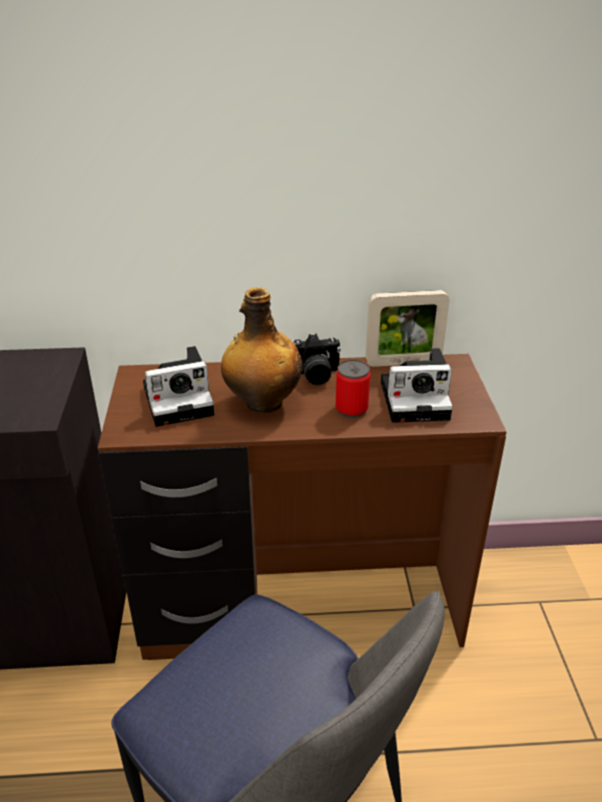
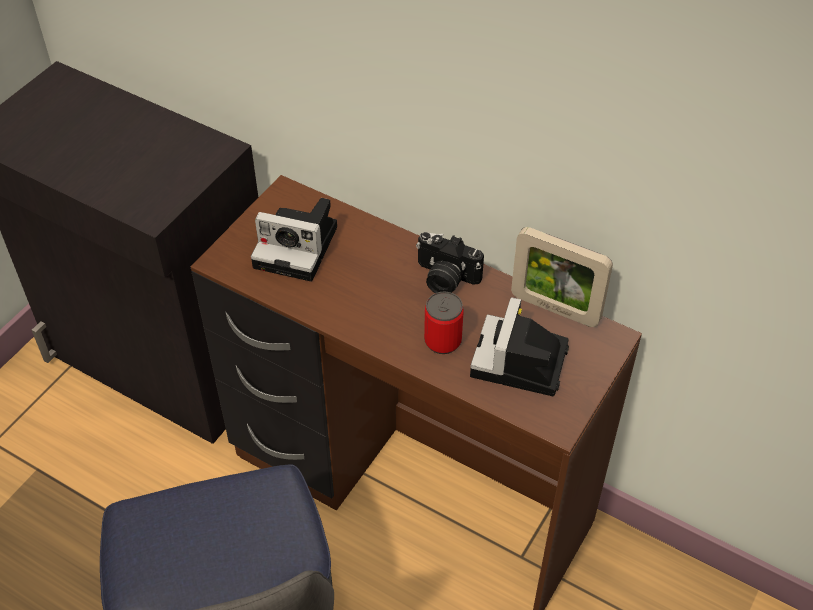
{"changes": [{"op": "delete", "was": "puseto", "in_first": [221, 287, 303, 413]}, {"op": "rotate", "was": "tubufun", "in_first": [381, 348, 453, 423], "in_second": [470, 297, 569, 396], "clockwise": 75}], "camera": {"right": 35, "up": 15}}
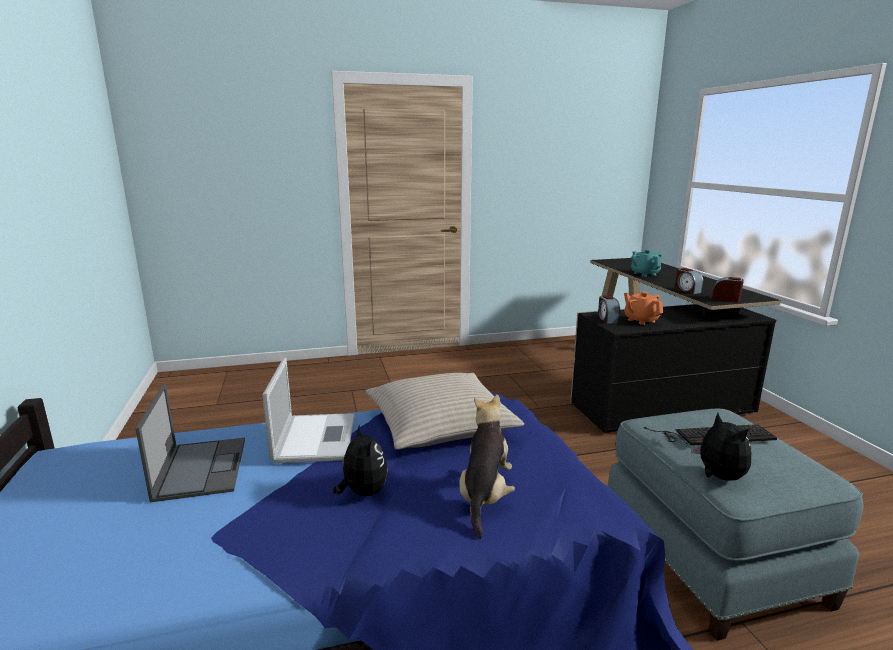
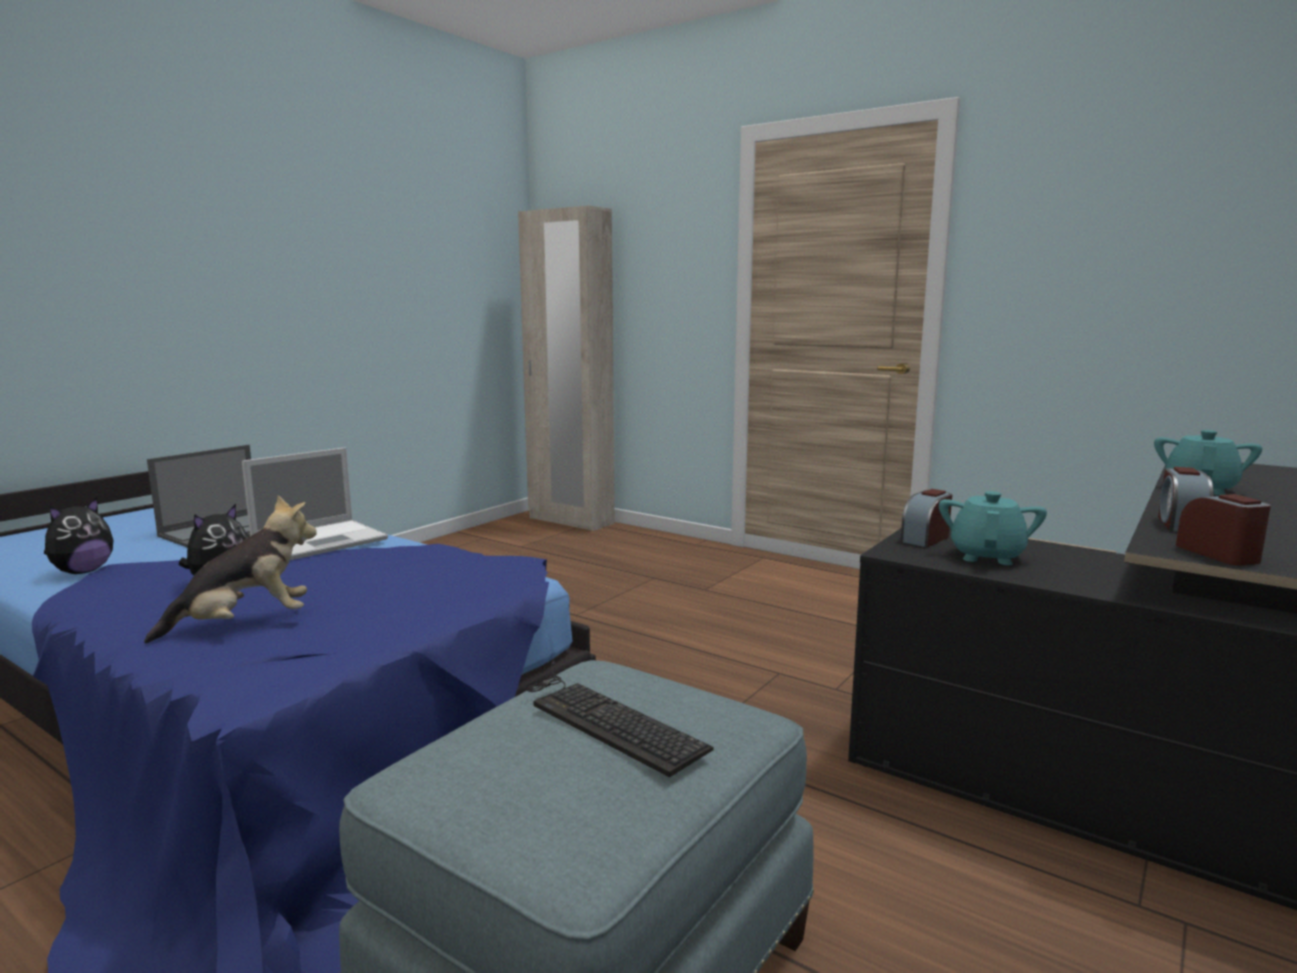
{"changes": [{"op": "recolor", "was": "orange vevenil", "now": "turquoise vevenil", "in_first": [624, 292, 663, 325], "in_second": [939, 491, 1047, 565]}, {"op": "delete", "was": "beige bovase", "in_first": [365, 373, 524, 450]}, {"op": "move", "was": "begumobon", "in_first": [691, 413, 751, 480], "in_second": [44, 497, 113, 574]}, {"op": "insert", "now": "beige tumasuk", "in_second": [518, 206, 615, 531]}], "camera": {"right": 50, "up": -5}}
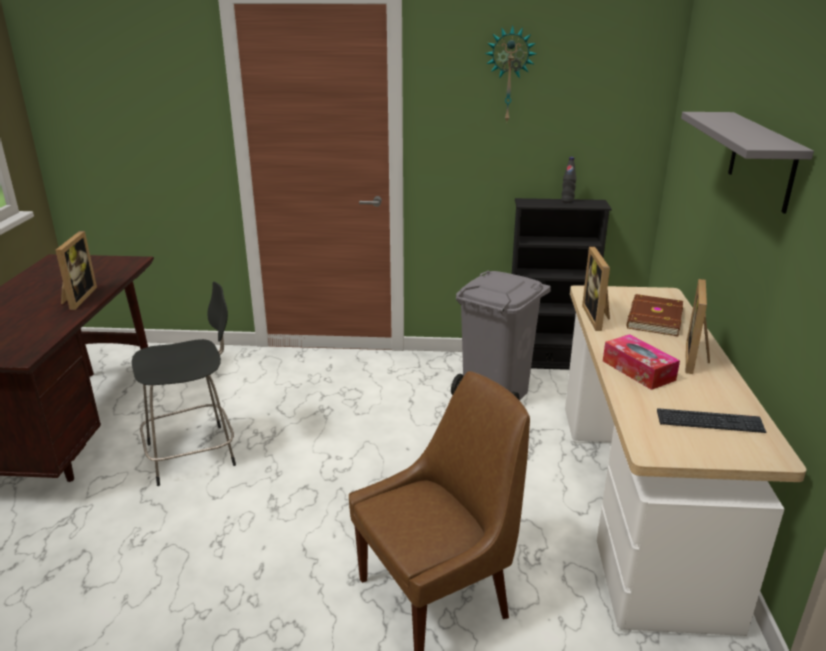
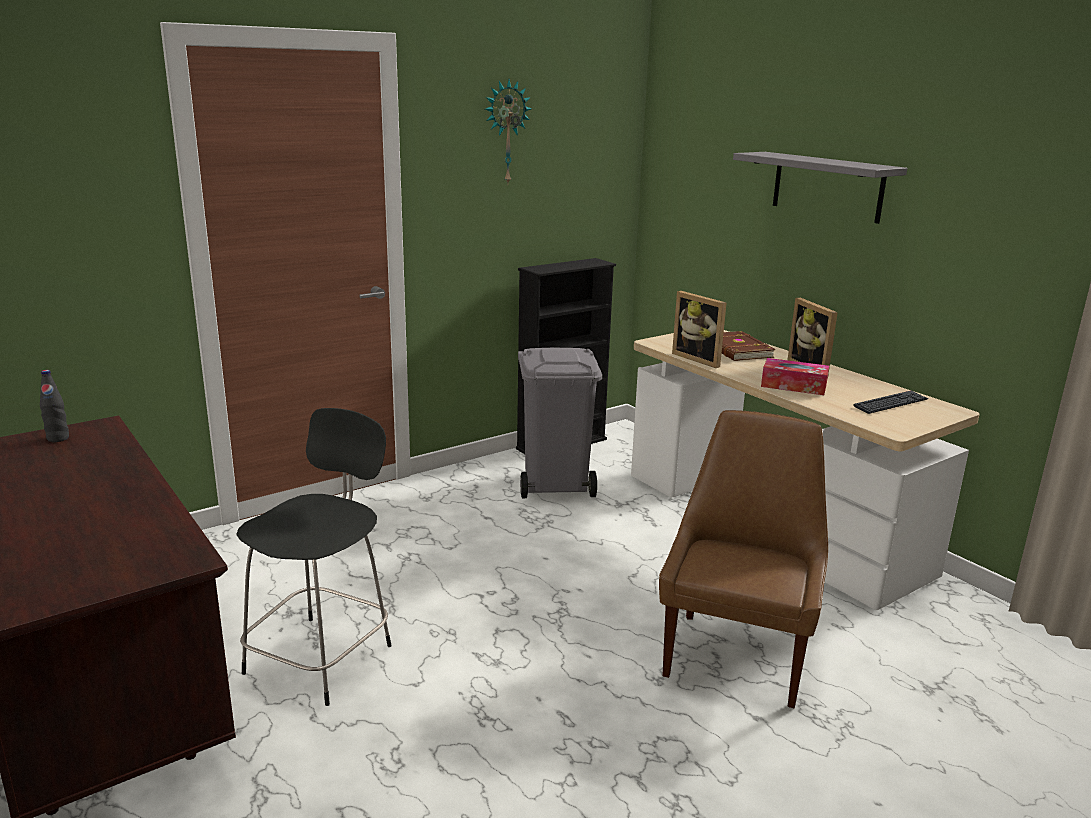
{"changes": [{"op": "move", "was": "black puseto", "in_first": [561, 157, 576, 203], "in_second": [40, 370, 69, 442]}, {"op": "delete", "was": "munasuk", "in_first": [56, 231, 97, 310]}], "camera": {"right": -40, "up": -5}}
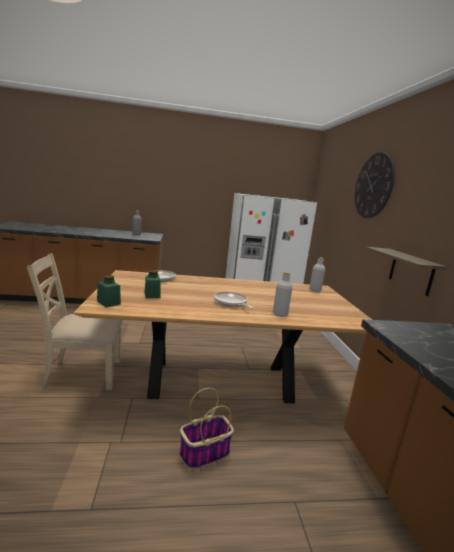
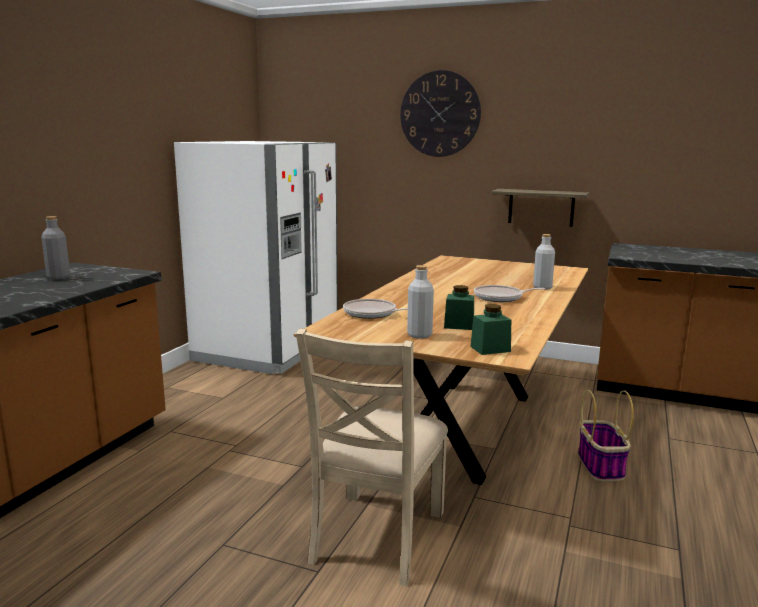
{"changes": [{"op": "move", "was": "grey puseto", "in_first": [309, 257, 325, 292], "in_second": [407, 265, 434, 339]}], "camera": {"right": -60, "up": 0}}
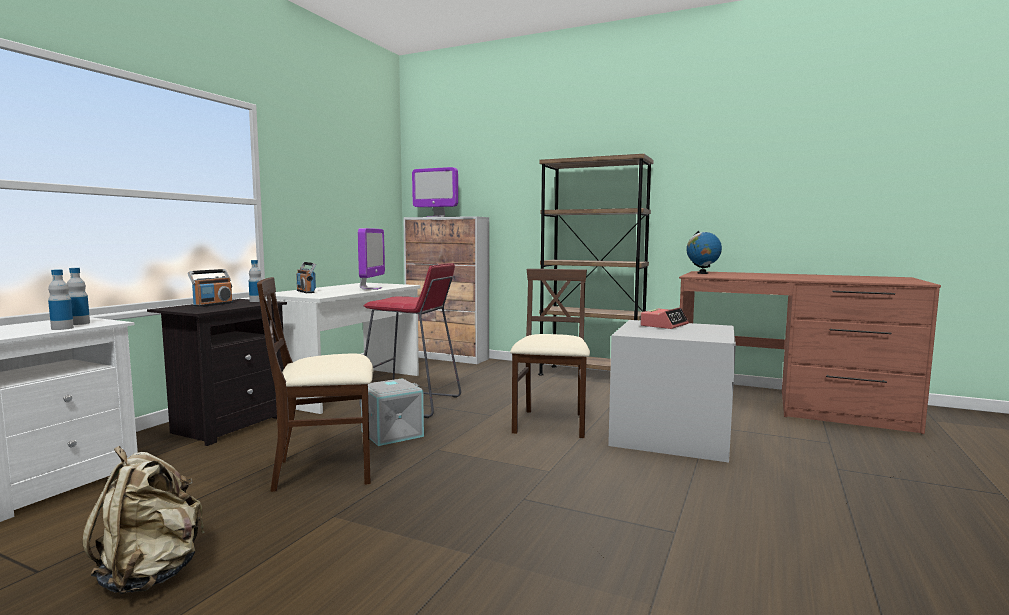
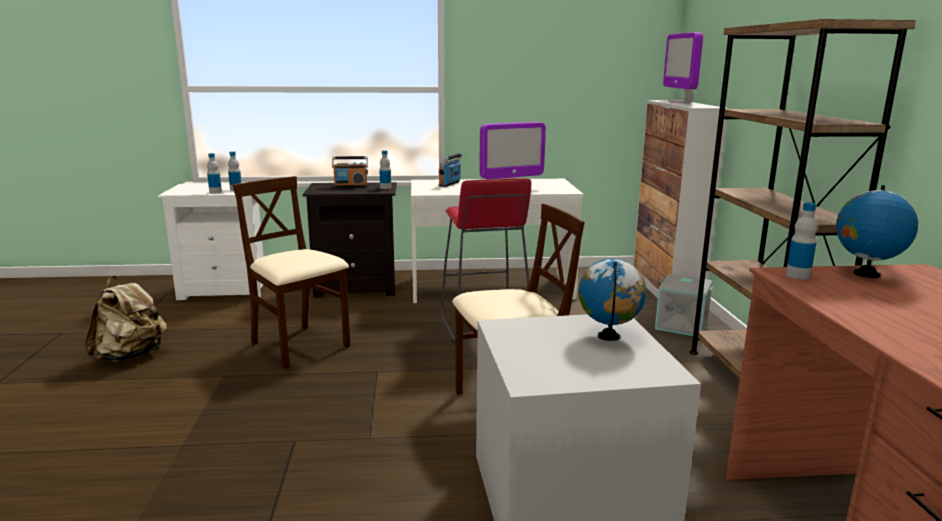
{"changes": [{"op": "replace", "was": "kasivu", "now": "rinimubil", "in_first": [640, 307, 689, 329], "in_second": [578, 258, 646, 341]}, {"op": "move", "was": "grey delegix", "in_first": [361, 378, 424, 446], "in_second": [655, 274, 713, 336]}, {"op": "insert", "now": "puseto", "in_second": [786, 202, 818, 279]}], "camera": {"right": 60, "up": 10}}
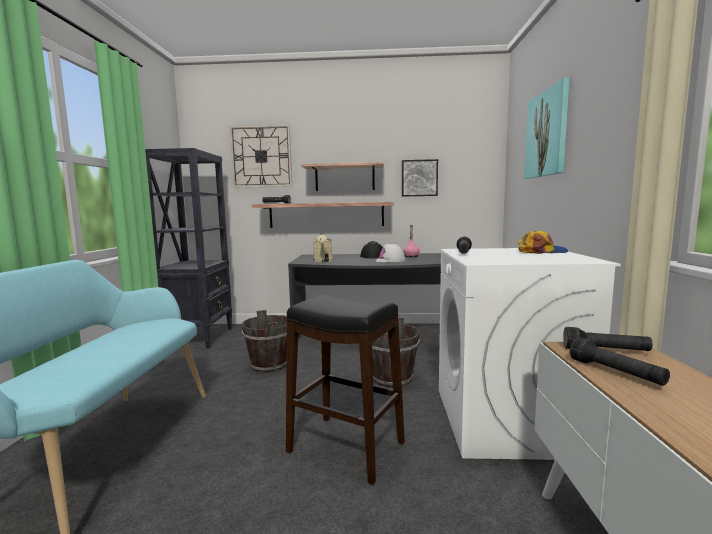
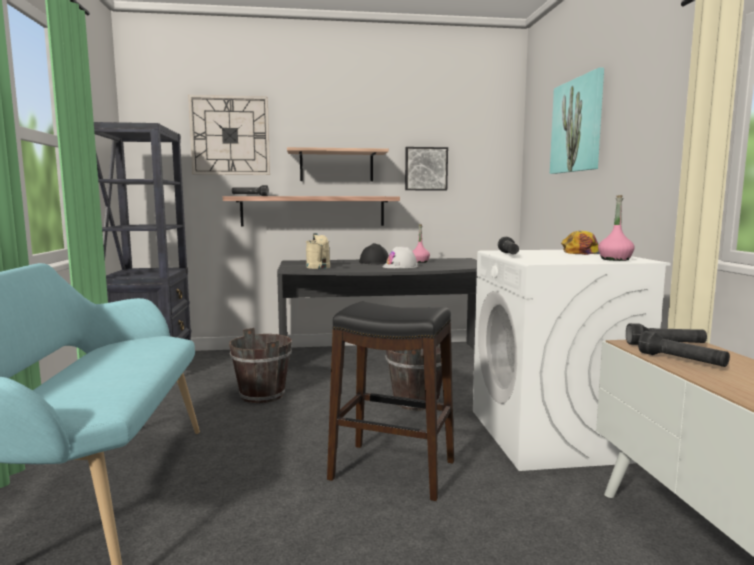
{"changes": [{"op": "insert", "now": "pink puseto", "in_second": [598, 195, 635, 261]}], "camera": {"right": -10, "up": 0}}
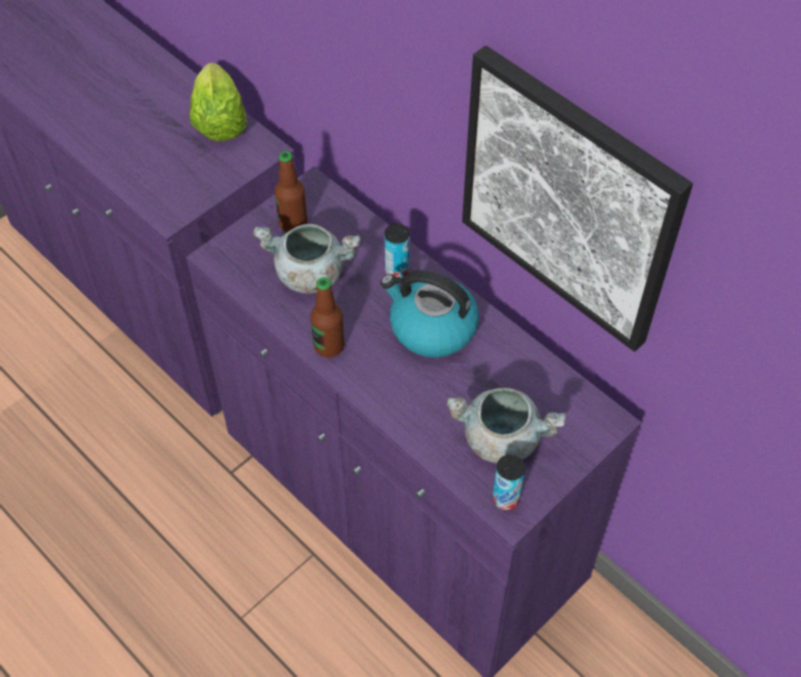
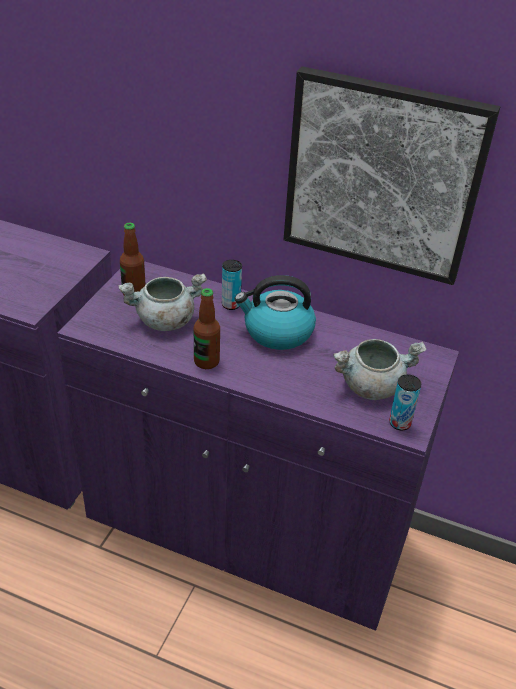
{"changes": [{"op": "delete", "was": "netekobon", "in_first": [190, 63, 247, 141]}], "camera": {"right": -25, "up": -15}}
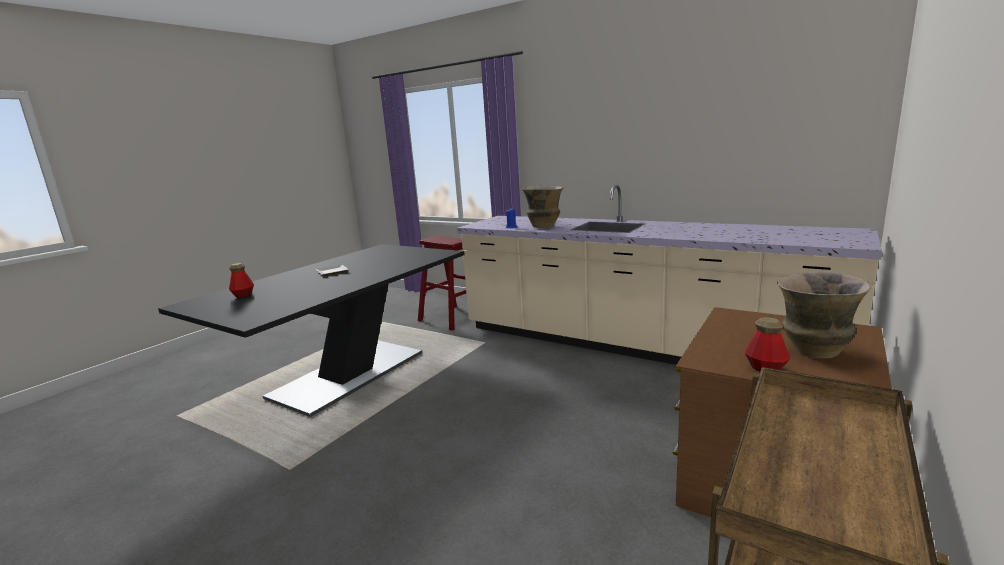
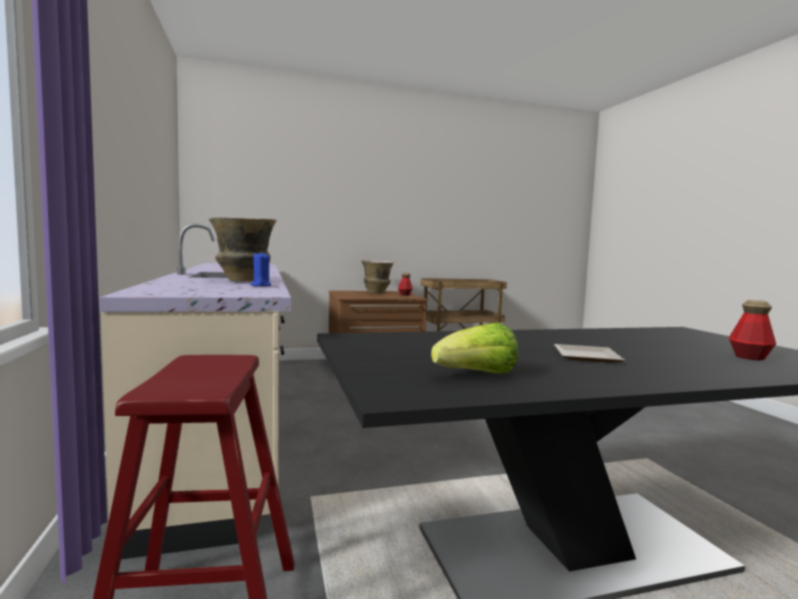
{"changes": [{"op": "insert", "now": "netekobon", "in_second": [431, 322, 519, 374]}], "camera": {"right": -140, "up": -10}}
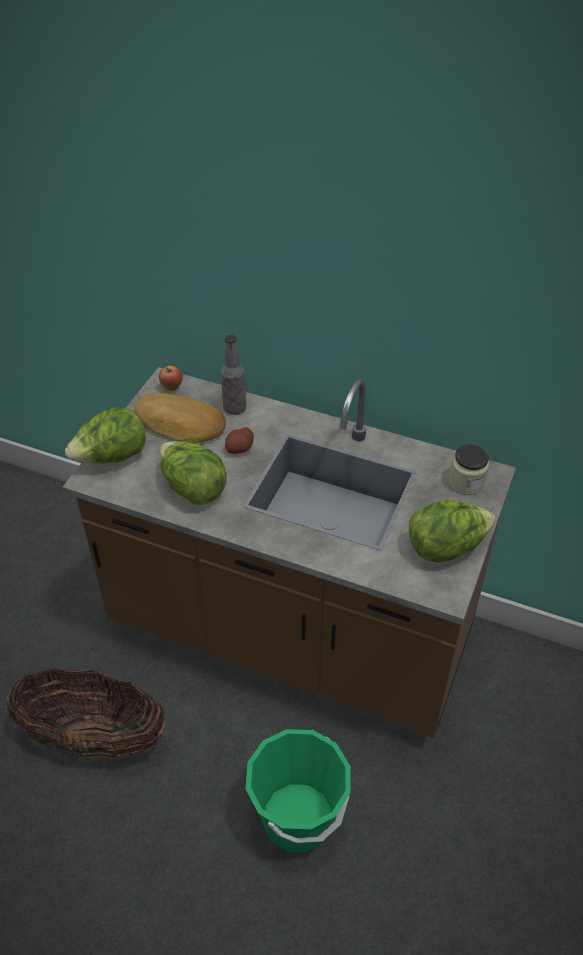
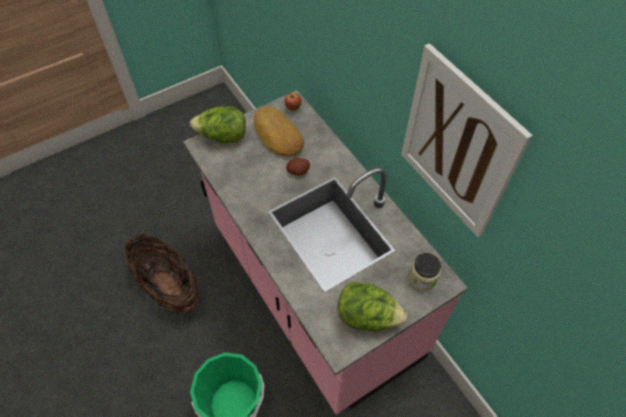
{"changes": [{"op": "delete", "was": "puseto", "in_first": [221, 334, 246, 415]}, {"op": "recolor", "was": "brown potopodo", "now": "pink potopodo", "in_first": [63, 367, 516, 738], "in_second": [183, 90, 468, 415]}, {"op": "delete", "was": "netekobon", "in_first": [160, 441, 227, 505]}, {"op": "insert", "now": "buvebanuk", "in_second": [401, 43, 533, 237]}], "camera": {"right": 35, "up": 10}}
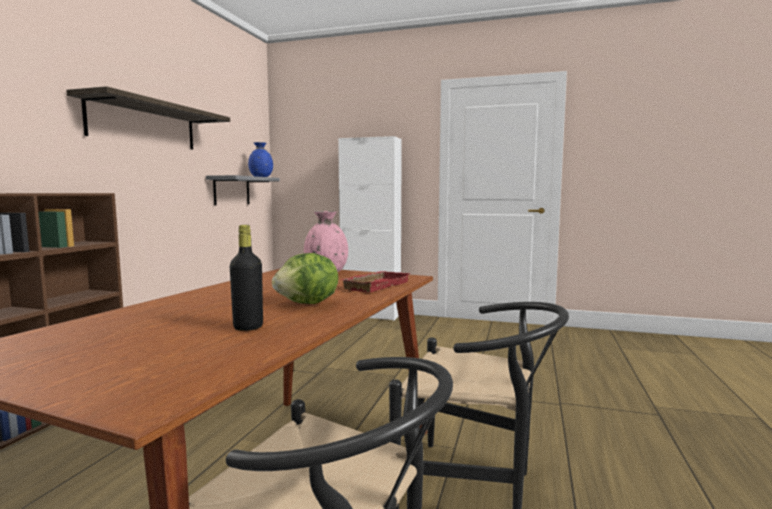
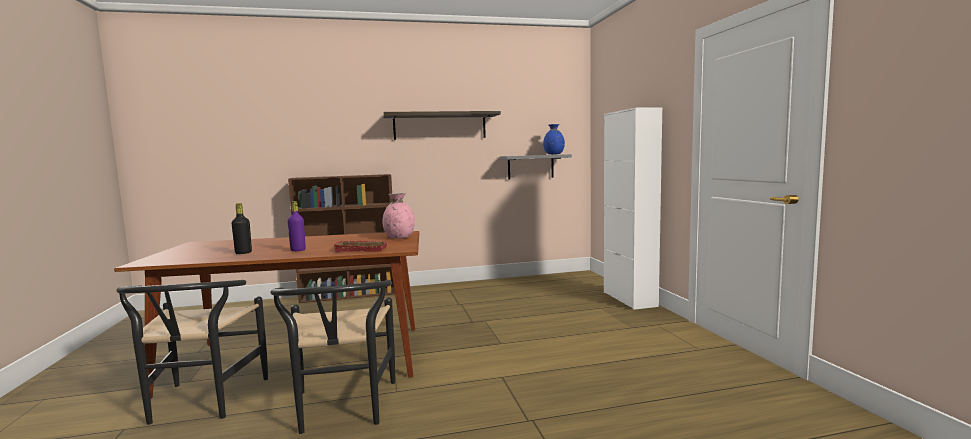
{"changes": [{"op": "replace", "was": "netekobon", "now": "purple puseto", "in_first": [272, 253, 338, 304], "in_second": [287, 201, 306, 251]}], "camera": {"right": 60, "up": 0}}
